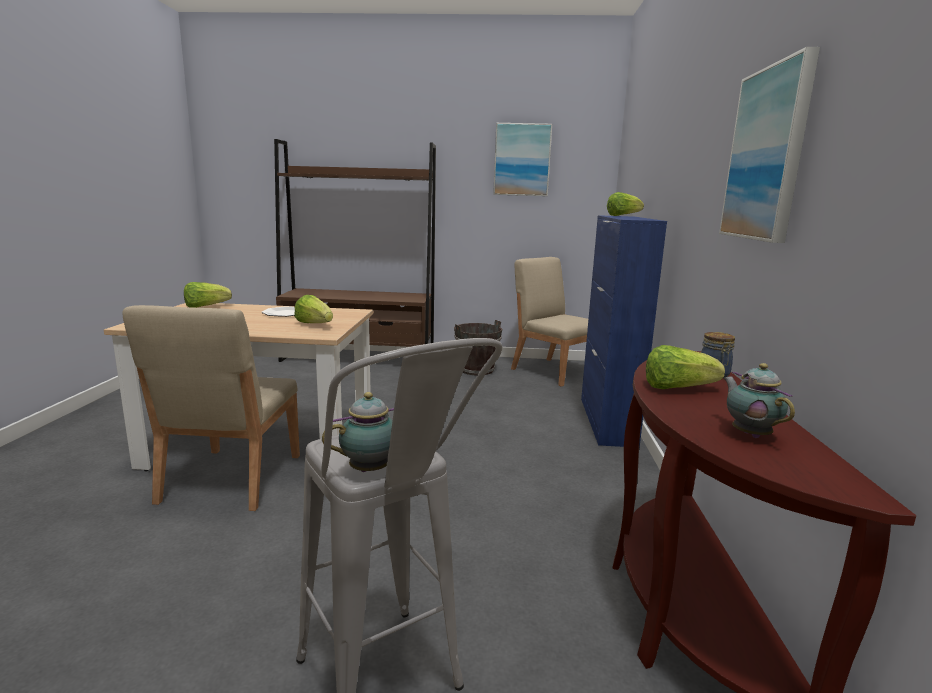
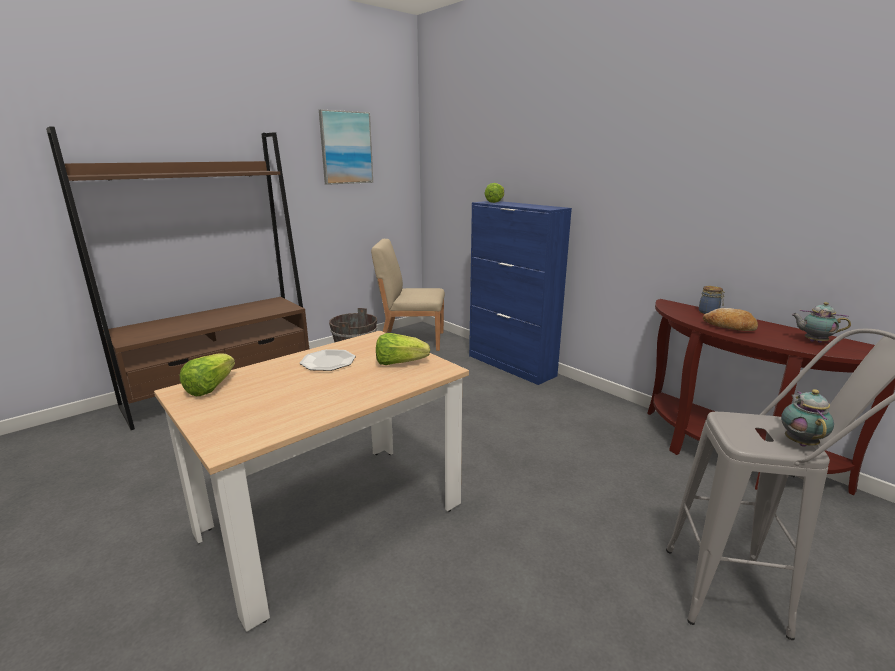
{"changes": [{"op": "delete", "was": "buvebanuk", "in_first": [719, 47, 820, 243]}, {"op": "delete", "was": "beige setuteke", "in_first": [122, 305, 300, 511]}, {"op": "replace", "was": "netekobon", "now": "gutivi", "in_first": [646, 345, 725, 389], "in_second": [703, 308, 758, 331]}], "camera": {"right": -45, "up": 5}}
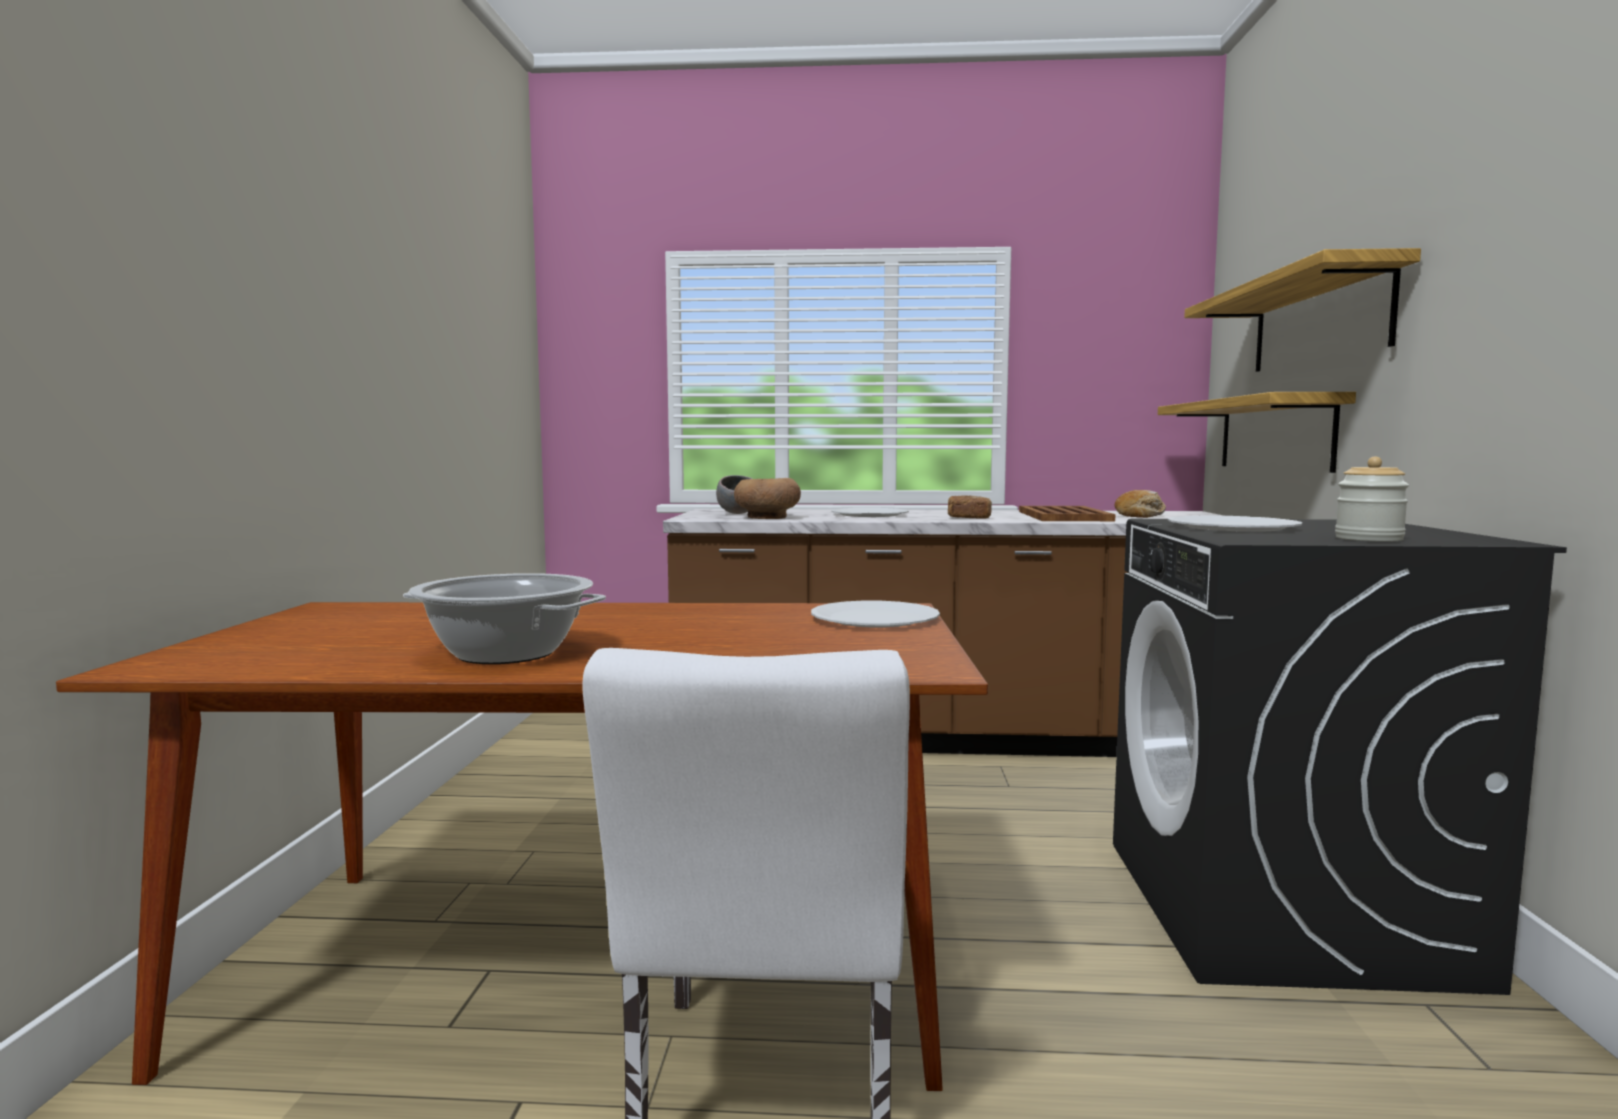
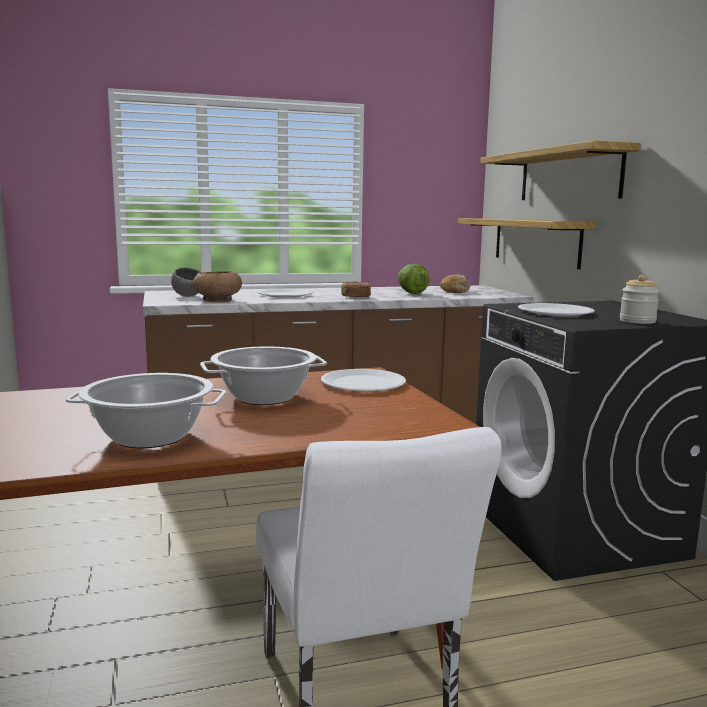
{"changes": [{"op": "replace", "was": "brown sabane", "now": "netekobon", "in_first": [1019, 506, 1116, 521], "in_second": [398, 264, 429, 294]}, {"op": "insert", "now": "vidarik", "in_second": [200, 346, 327, 405]}], "camera": {"right": -20, "up": 5}}
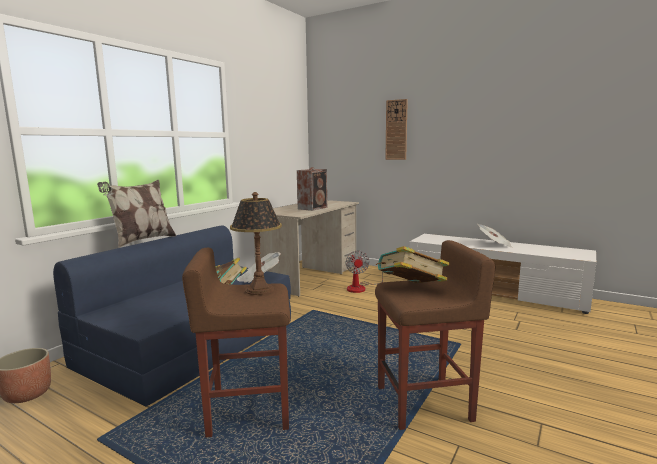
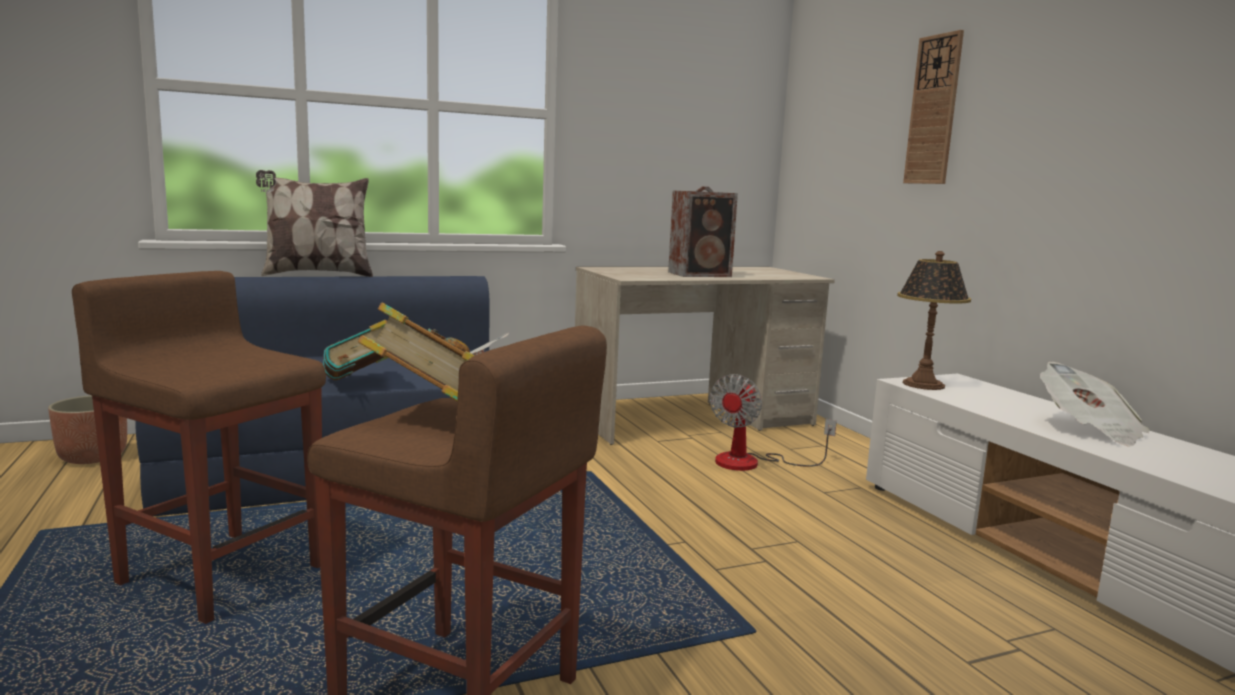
{"changes": [{"op": "move", "was": "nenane", "in_first": [230, 192, 282, 295], "in_second": [897, 251, 971, 390]}], "camera": {"right": 35, "up": 0}}
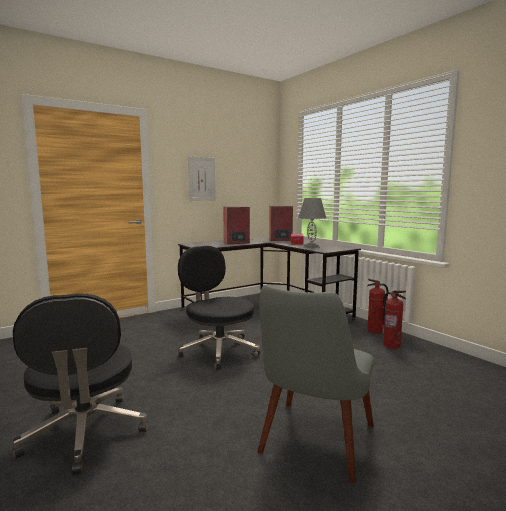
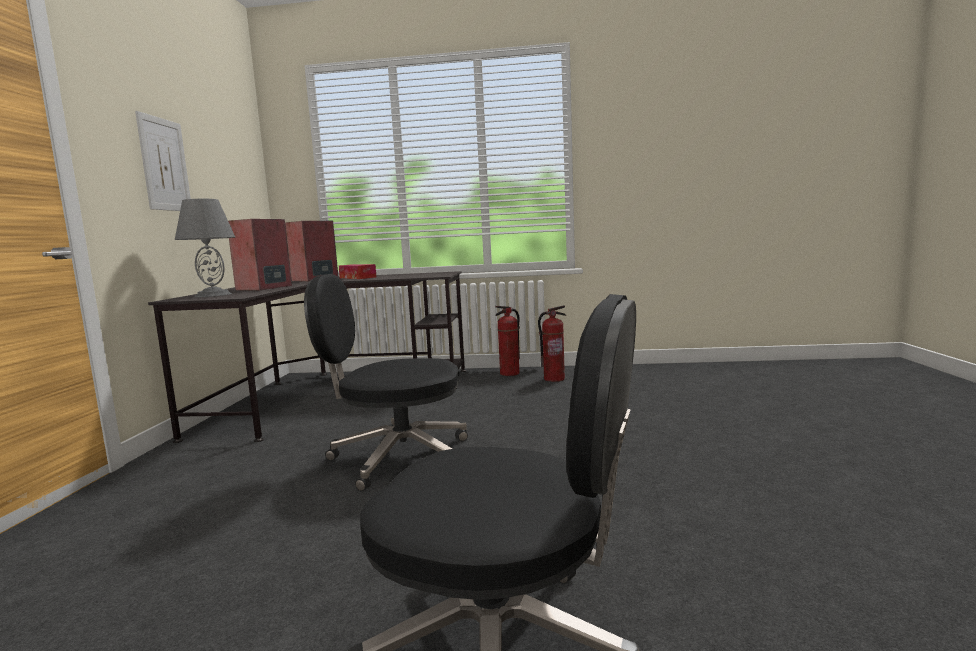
{"changes": [{"op": "move", "was": "grey nenane", "in_first": [298, 198, 326, 248], "in_second": [174, 199, 235, 297]}, {"op": "delete", "was": "grey setuteke", "in_first": [257, 285, 374, 483]}], "camera": {"right": -50, "up": 0}}
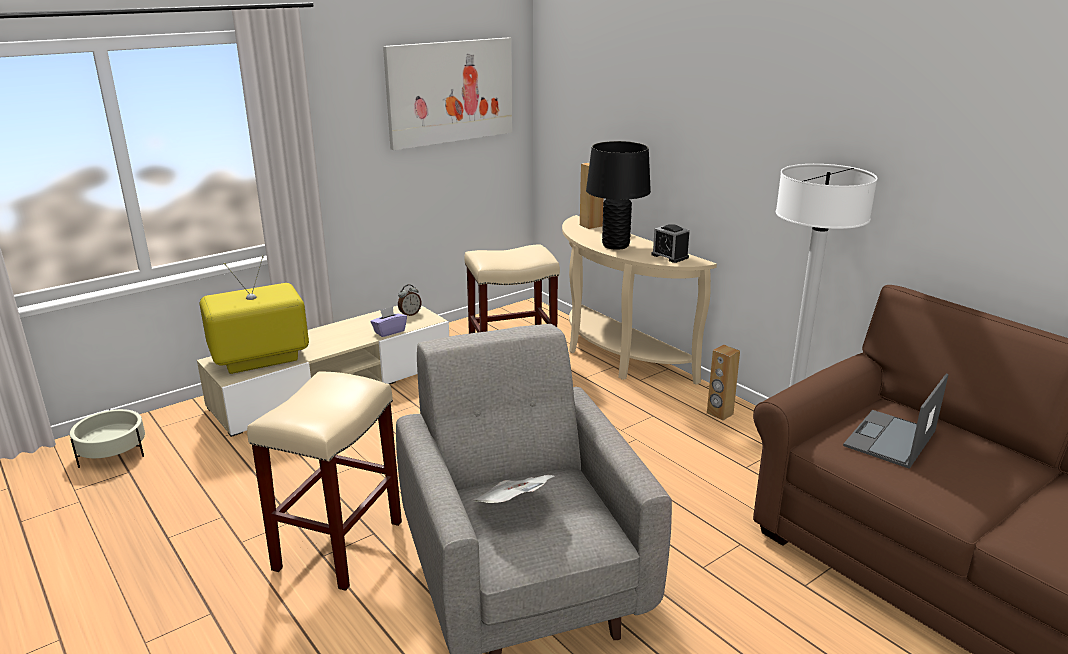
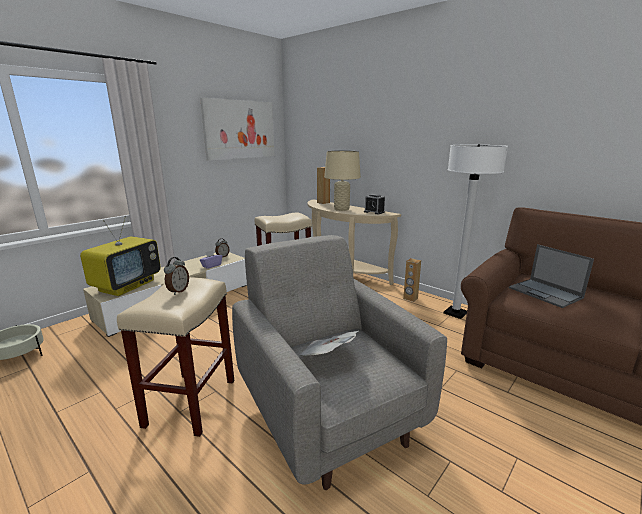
{"changes": [{"op": "recolor", "was": "black nenane", "now": "beige nenane", "in_first": [586, 141, 651, 250], "in_second": [324, 151, 361, 211]}, {"op": "rotate", "was": "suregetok", "in_first": [200, 256, 309, 374], "in_second": [80, 216, 161, 296], "clockwise": 150}, {"op": "rotate", "was": "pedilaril", "in_first": [843, 374, 949, 469], "in_second": [509, 244, 594, 308], "clockwise": -60}, {"op": "insert", "now": "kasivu", "in_second": [164, 257, 189, 295]}], "camera": {"right": -10, "up": -5}}
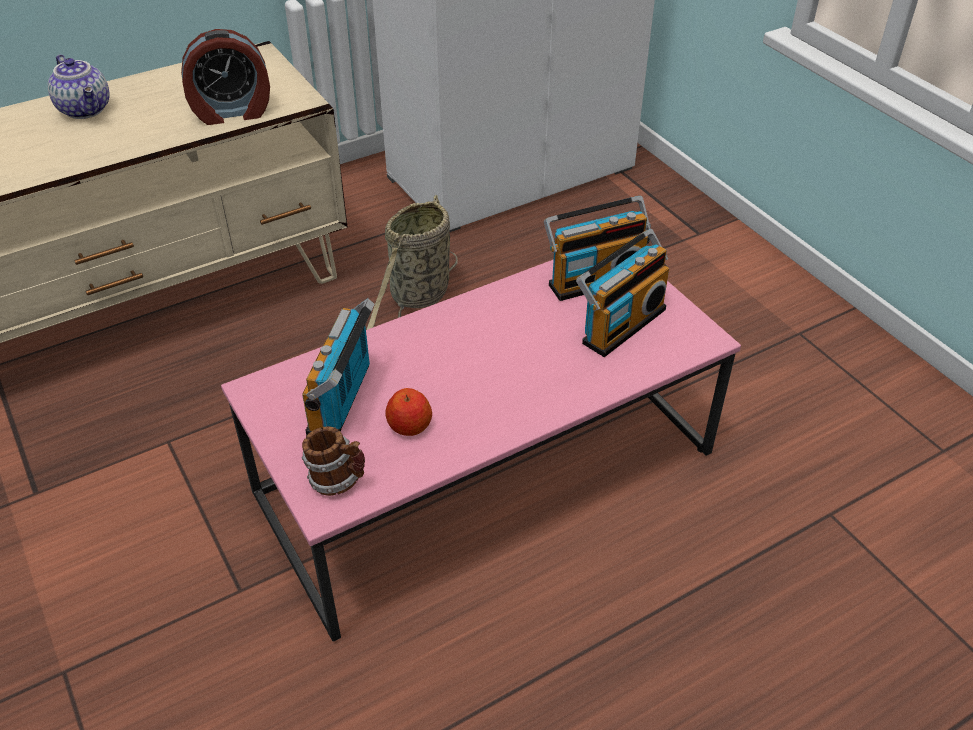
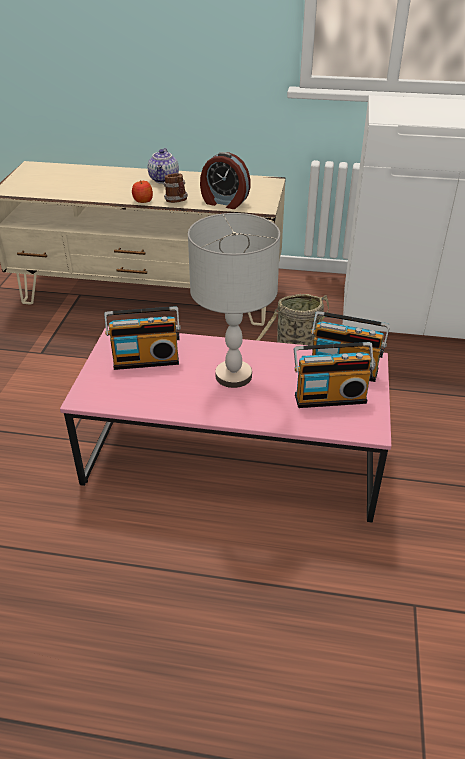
{"changes": [{"op": "rotate", "was": "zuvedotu", "in_first": [302, 298, 374, 435], "in_second": [104, 306, 181, 370], "clockwise": -150}, {"op": "move", "was": "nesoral", "in_first": [386, 388, 432, 436], "in_second": [132, 180, 153, 203]}, {"op": "move", "was": "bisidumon", "in_first": [302, 426, 365, 496], "in_second": [163, 173, 188, 203]}, {"op": "insert", "now": "grey nenane", "in_second": [188, 213, 280, 388]}], "camera": {"right": 40, "up": -5}}
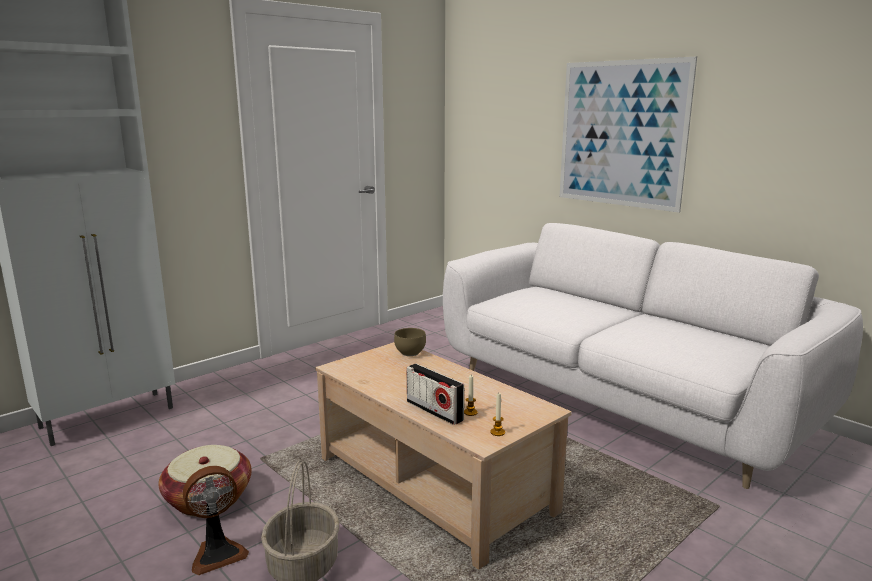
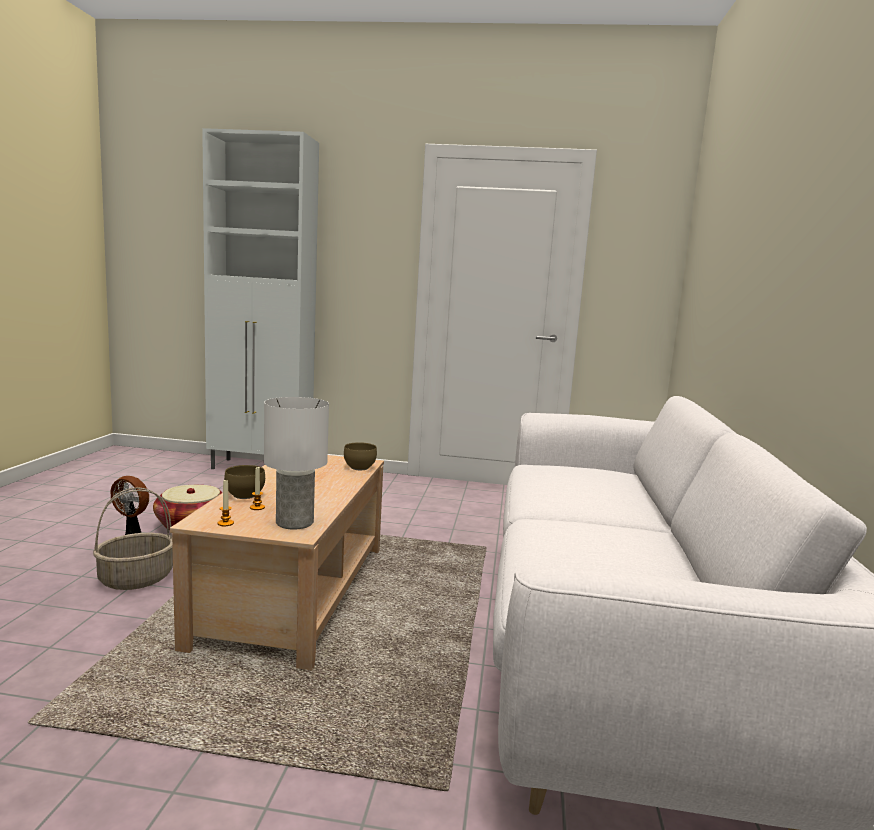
{"changes": [{"op": "delete", "was": "buvebanuk", "in_first": [560, 57, 697, 213]}, {"op": "replace", "was": "zuvedotu", "now": "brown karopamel", "in_first": [406, 364, 464, 425], "in_second": [224, 465, 265, 499]}, {"op": "insert", "now": "white nenane", "in_second": [264, 397, 329, 529]}], "camera": {"right": 50, "up": -5}}
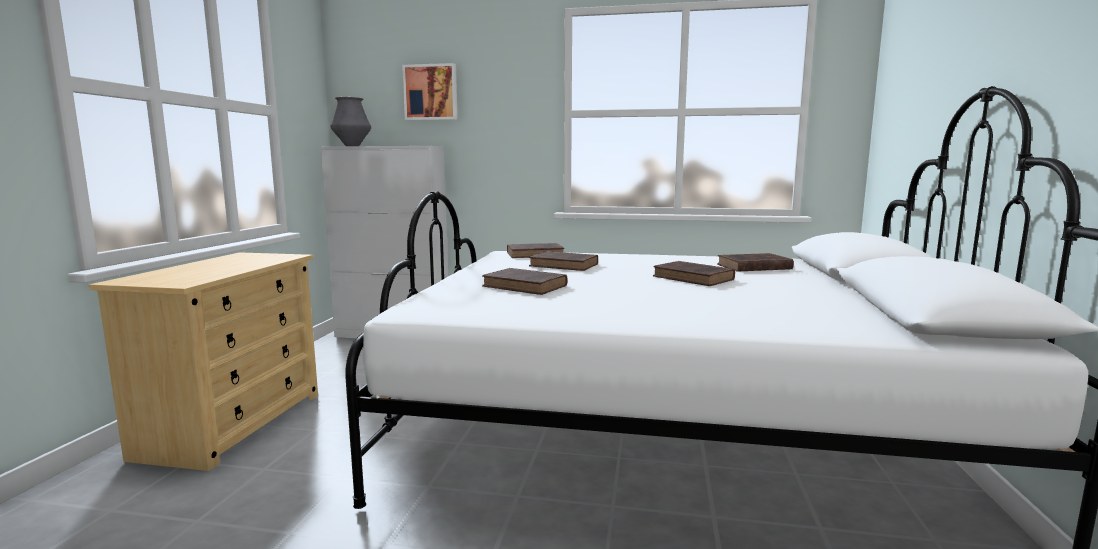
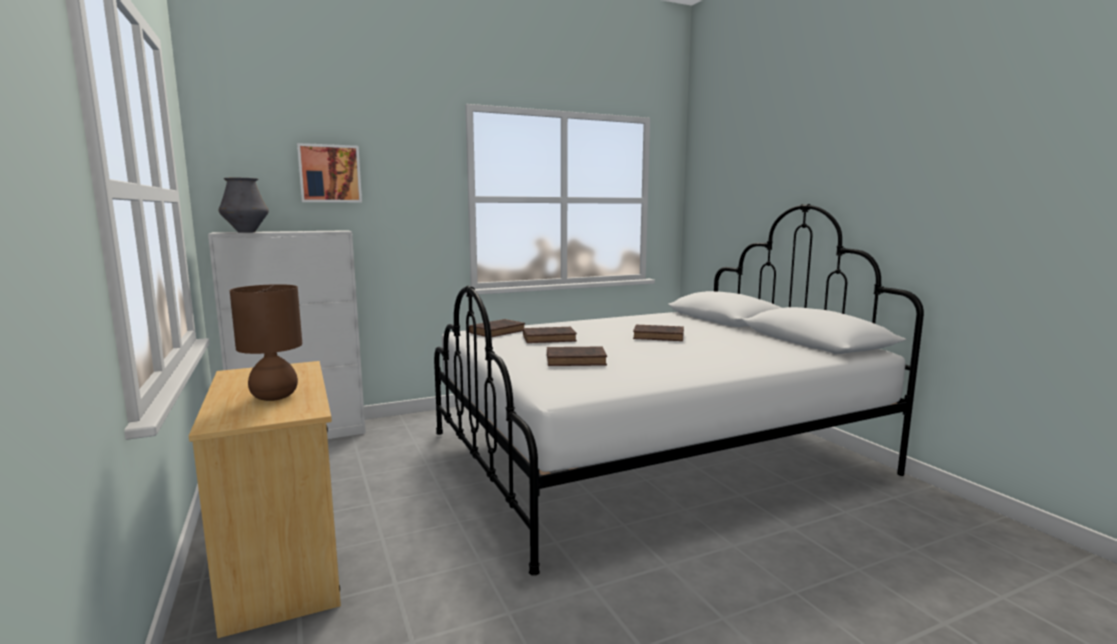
{"changes": [{"op": "delete", "was": "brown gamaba", "in_first": [717, 253, 794, 272]}, {"op": "insert", "now": "brown nenane", "in_second": [229, 284, 302, 401]}], "camera": {"right": -35, "up": 0}}
